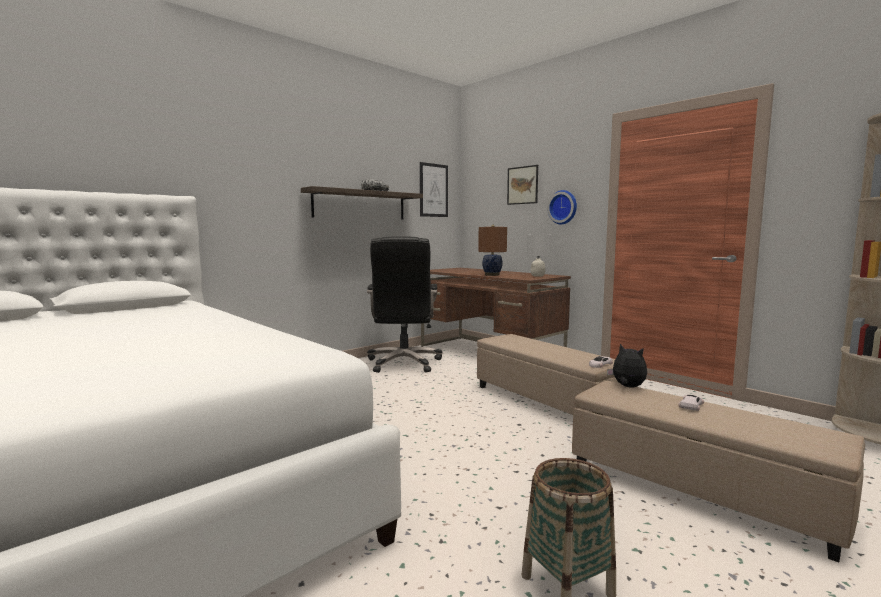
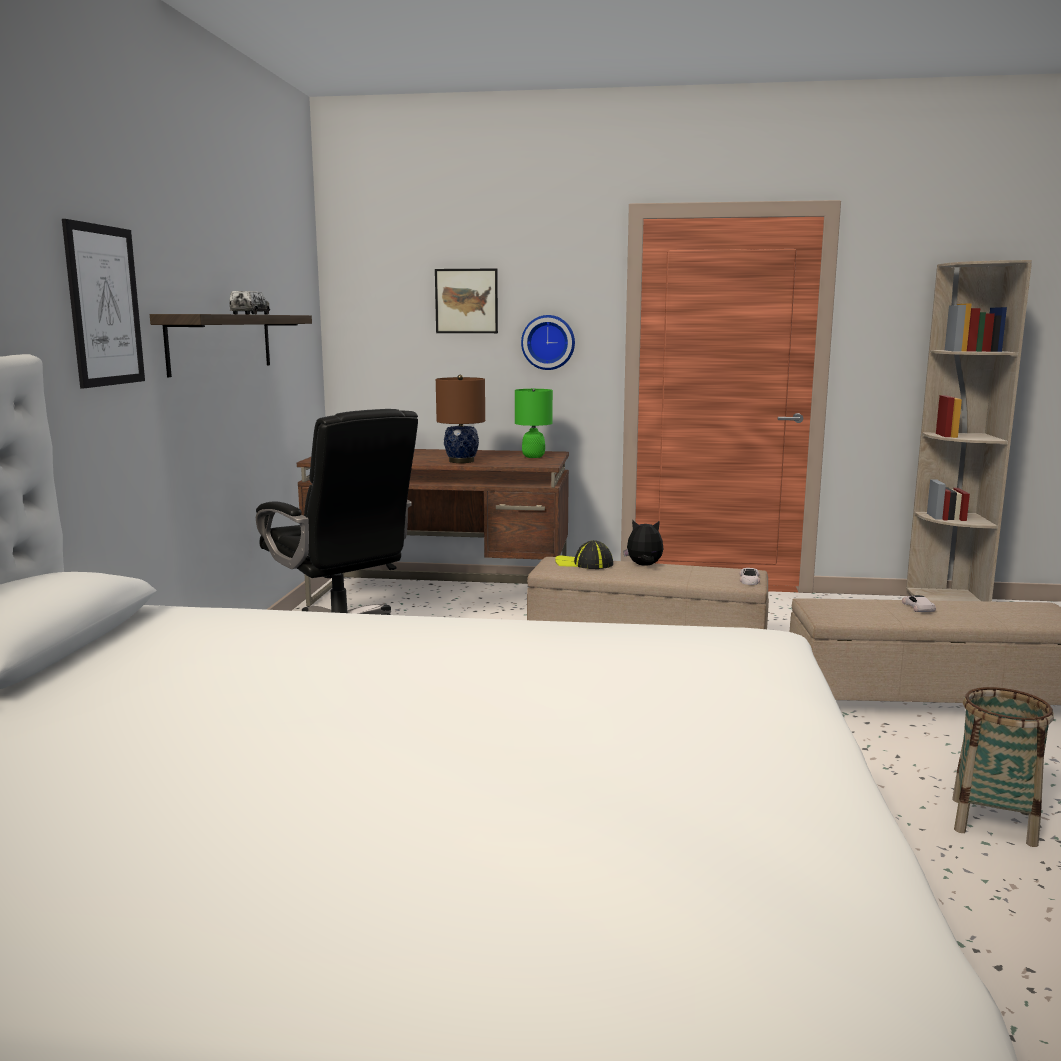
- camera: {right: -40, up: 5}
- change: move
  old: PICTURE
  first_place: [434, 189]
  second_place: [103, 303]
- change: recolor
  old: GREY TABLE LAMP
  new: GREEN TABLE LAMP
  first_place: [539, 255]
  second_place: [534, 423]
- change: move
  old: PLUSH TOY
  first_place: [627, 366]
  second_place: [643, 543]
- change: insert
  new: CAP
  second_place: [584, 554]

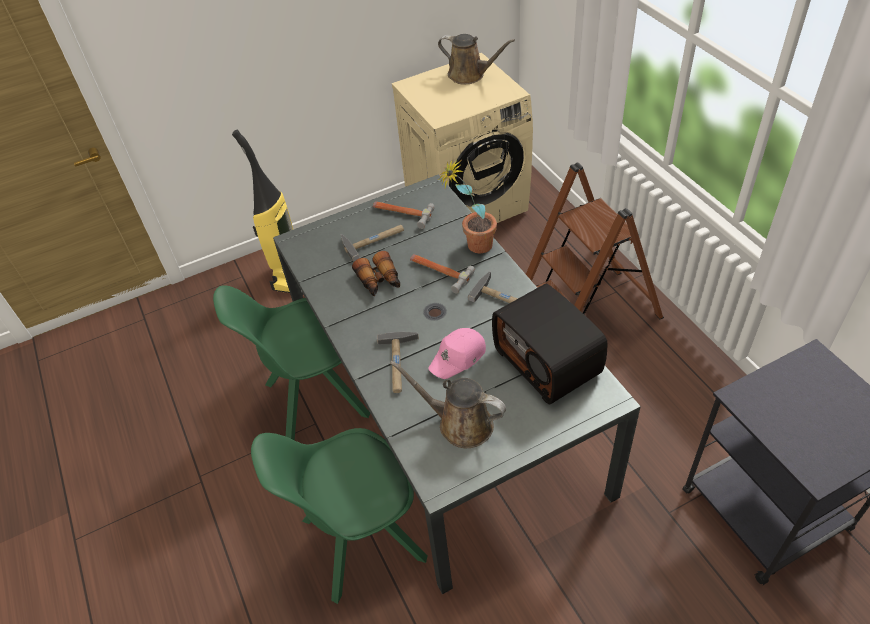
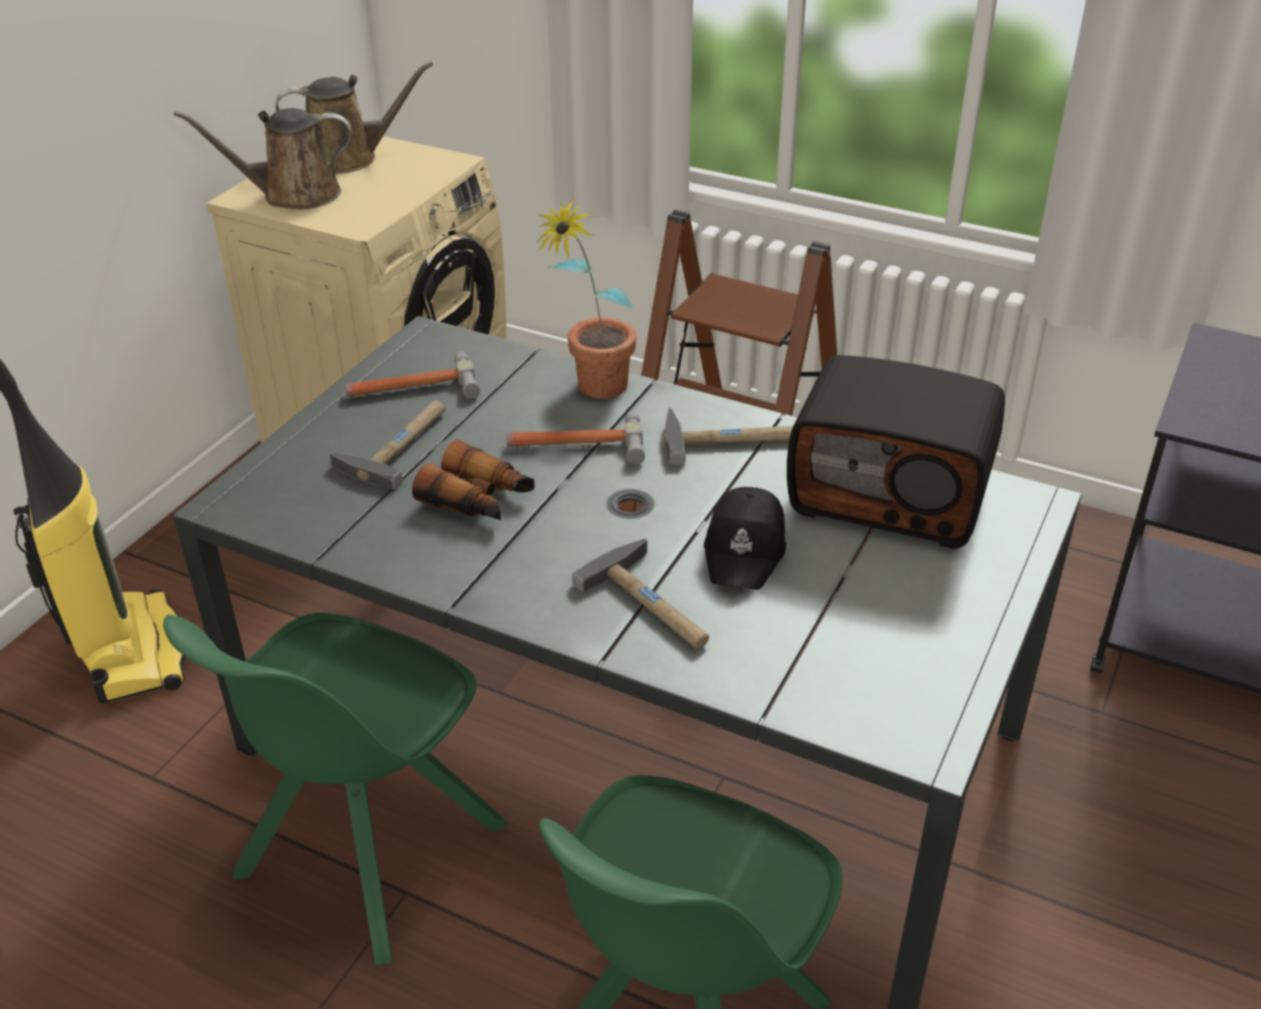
- camera: {right: -40, up: -10}
- change: move
  old: BROWN WATERING CAN
  first_place: [448, 404]
  second_place: [262, 159]
- change: recolor
  old: PINK CAP
  new: BLACK CAP
  first_place: [457, 353]
  second_place: [745, 538]

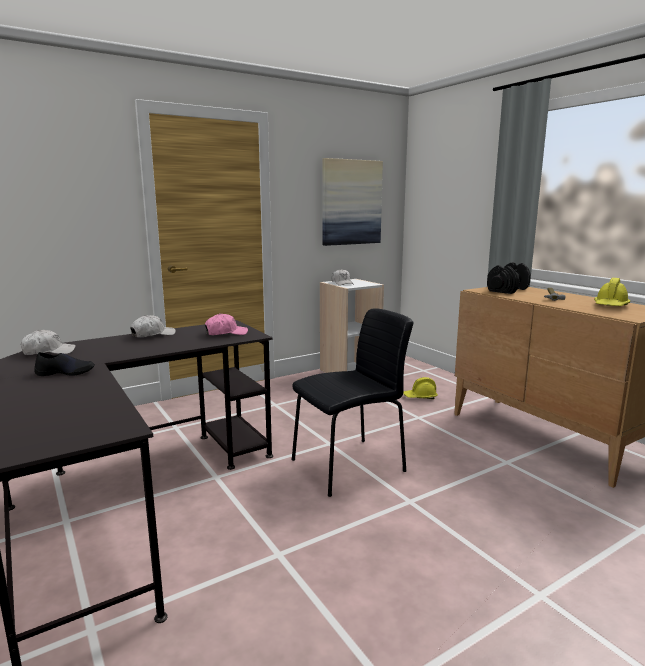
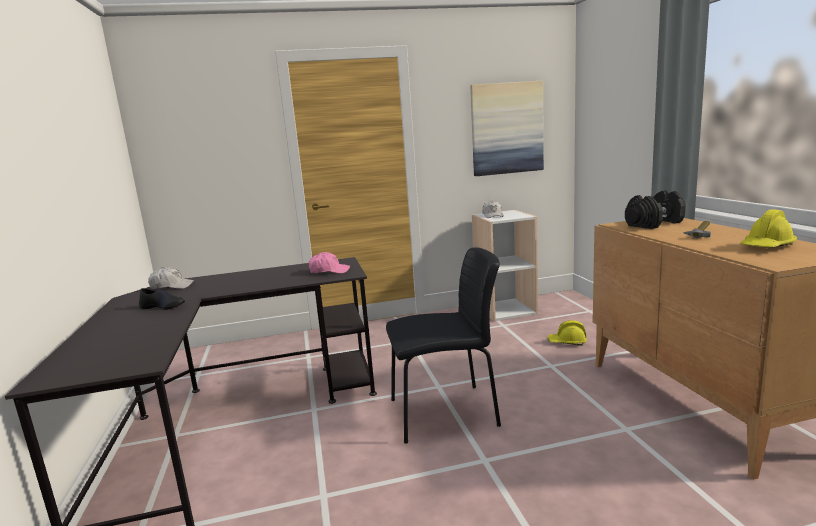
- camera: {right: 20, up: 0}
- change: delete
  old: WHITE CAP
  first_place: [153, 326]

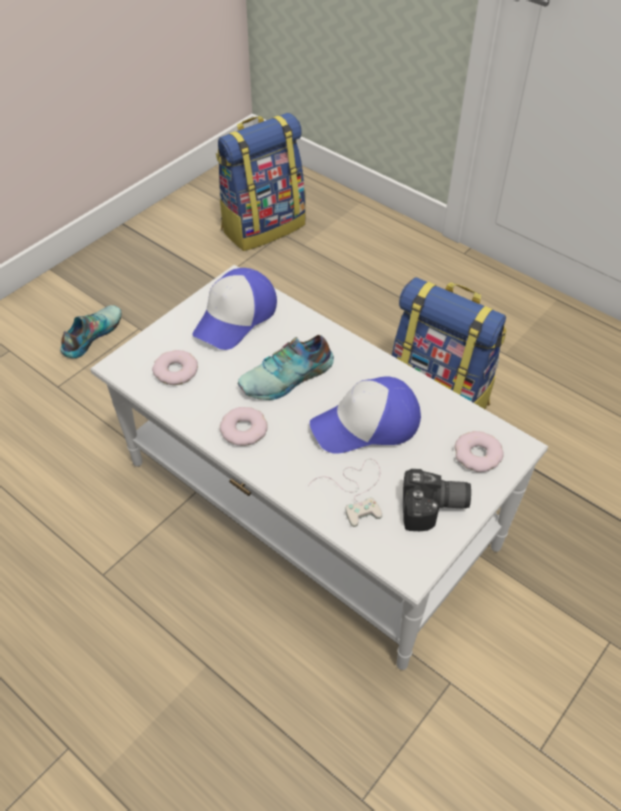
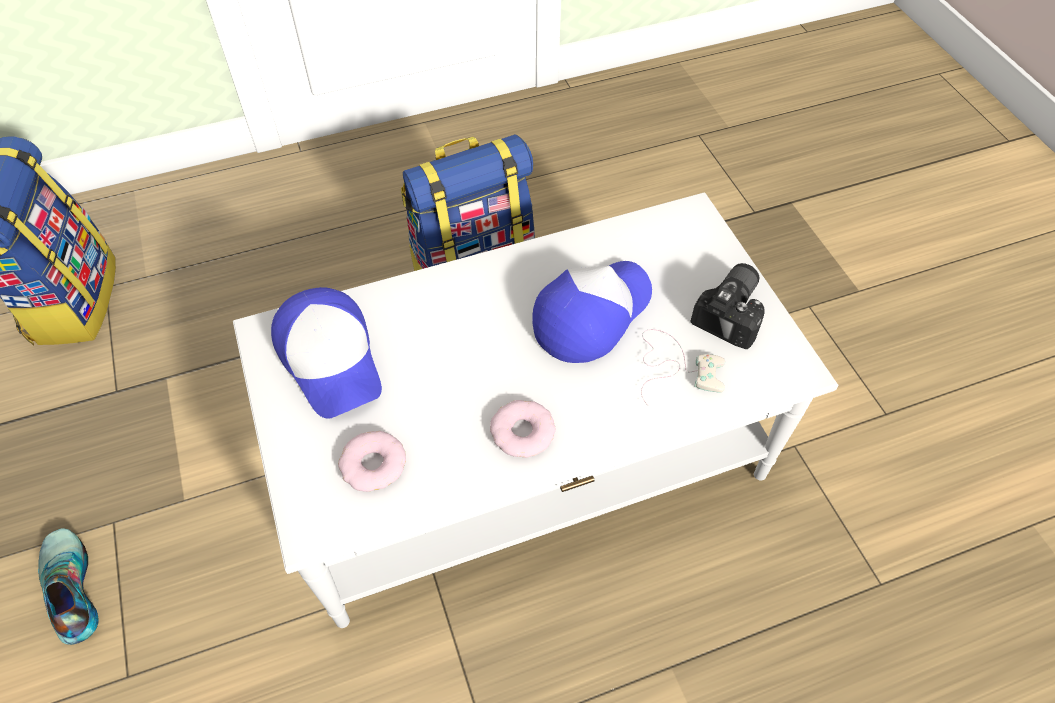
- camera: {right: -60, up: 5}
- change: delete
  old: SHOE
  first_place: [286, 367]
- change: rotate
  old: CAP
  first_place: [365, 415]
  second_place: [592, 312]
  degrees: -150
- change: delete
  old: DONUT
  first_place: [479, 451]

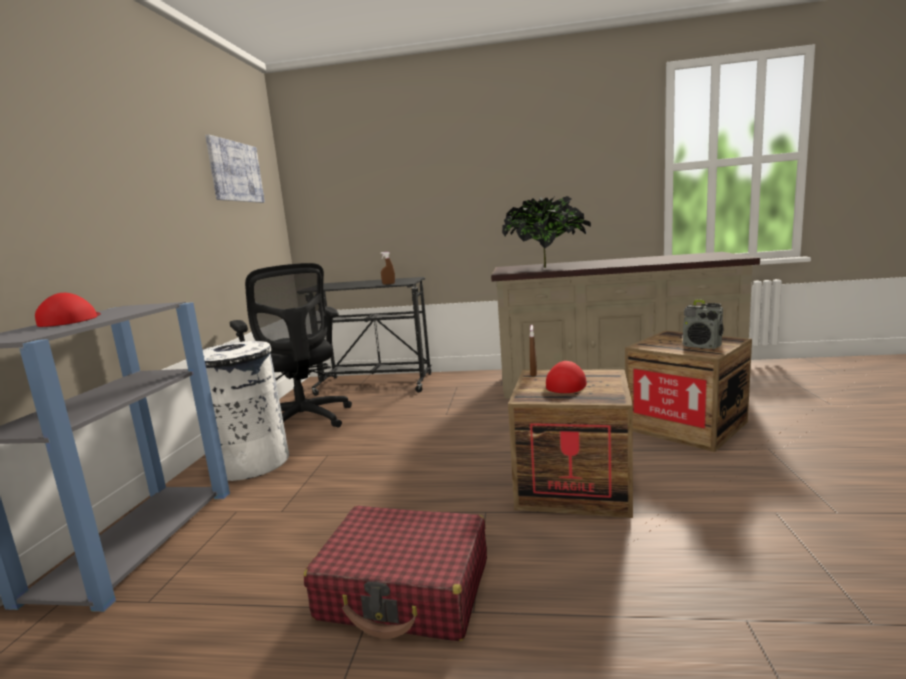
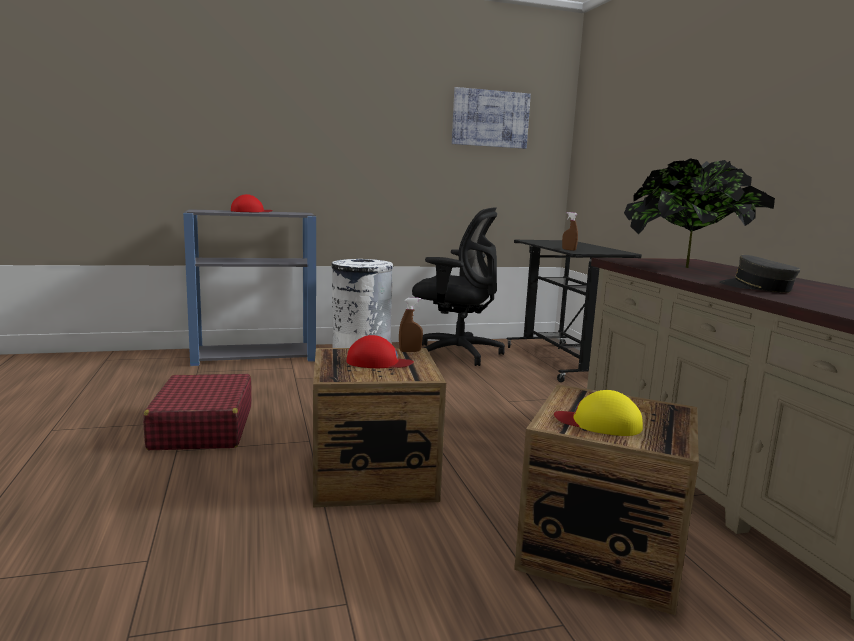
- camera: {right: 65, up: 0}
- change: rotate
  old: BLACK OFFICE CHAIR
  first_place: [291, 345]
  second_place: [458, 286]
  degrees: -105
- change: replace
  old: RADIO
  new: YELLOW CAP
  first_place: [703, 324]
  second_place: [598, 413]
- change: insert
  new: GREY CAP
  second_place: [760, 274]

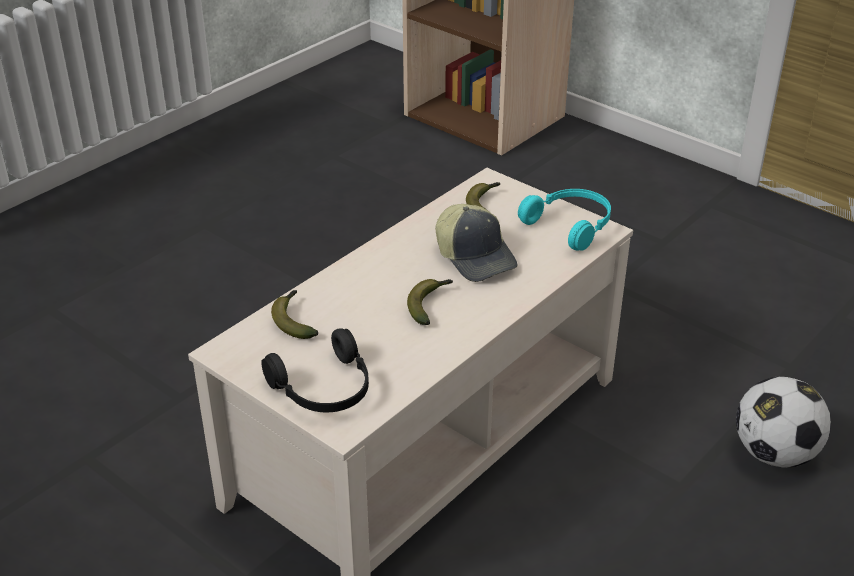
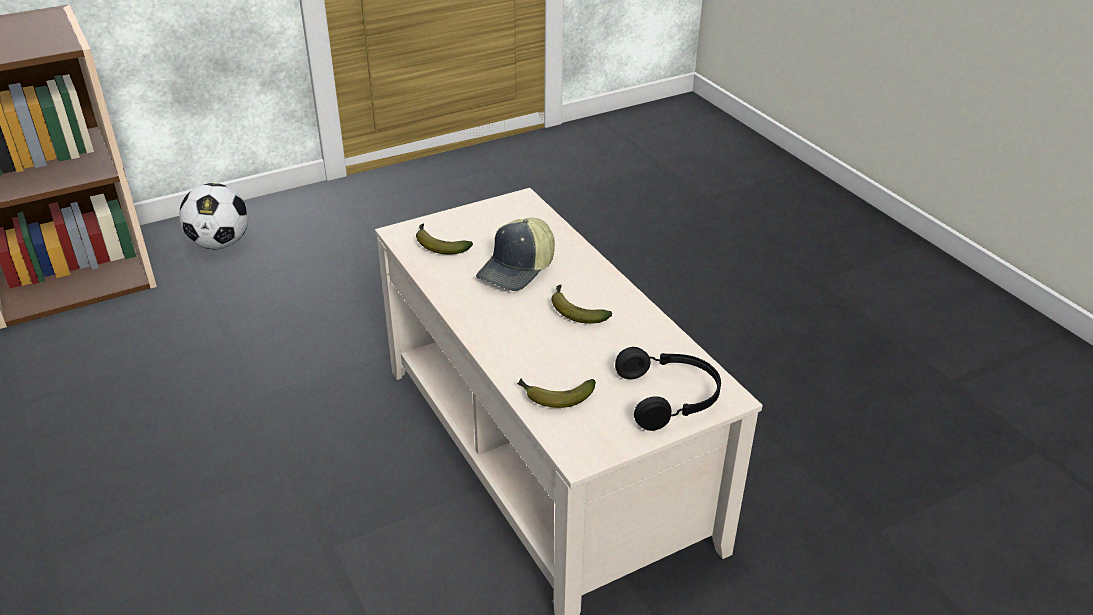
- camera: {right: -70, up: 0}
- change: rotate
  old: CAP
  first_place: [476, 243]
  second_place: [515, 254]
  degrees: 135
- change: delete
  old: TURQUOISE HEADPHONES
  first_place: [564, 220]
- change: move
  old: FOOTBALL
  first_place: [783, 422]
  second_place: [213, 216]

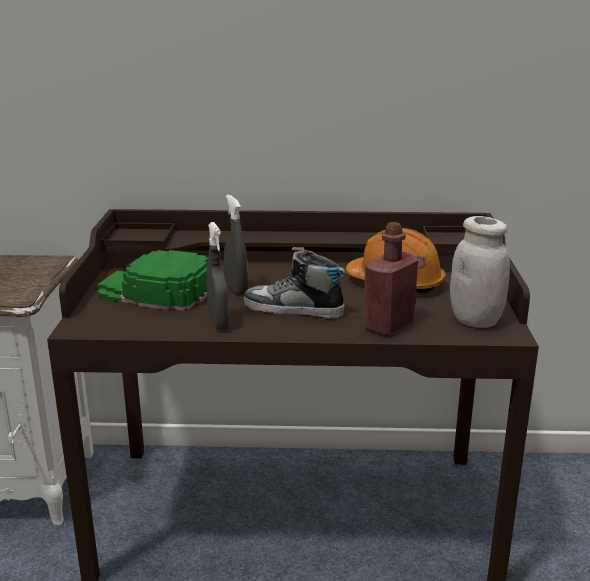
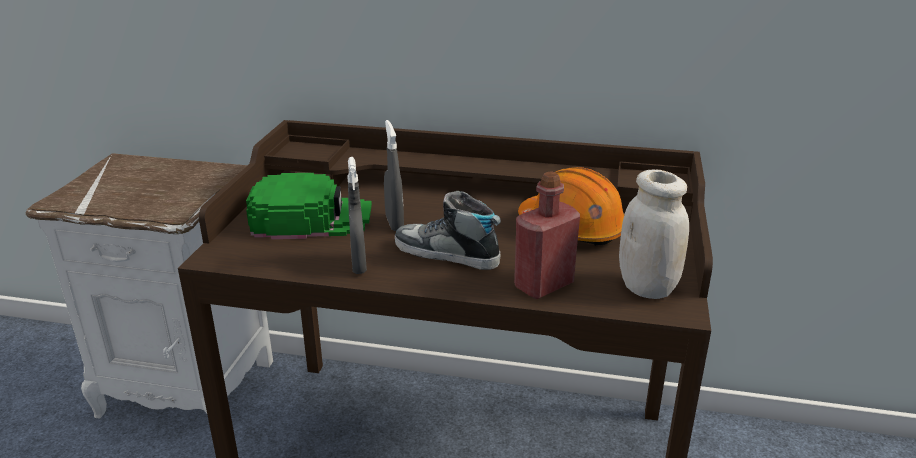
- camera: {right: 10, up: 5}
- change: rotate
  old: GREEN CAP
  first_place: [152, 280]
  second_place: [309, 206]
  degrees: 150

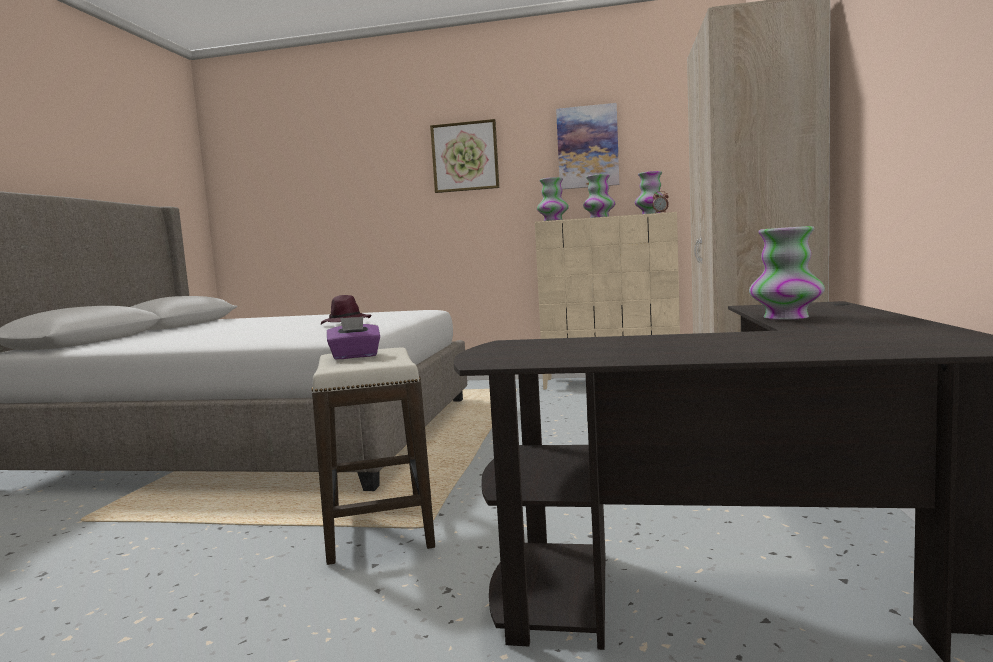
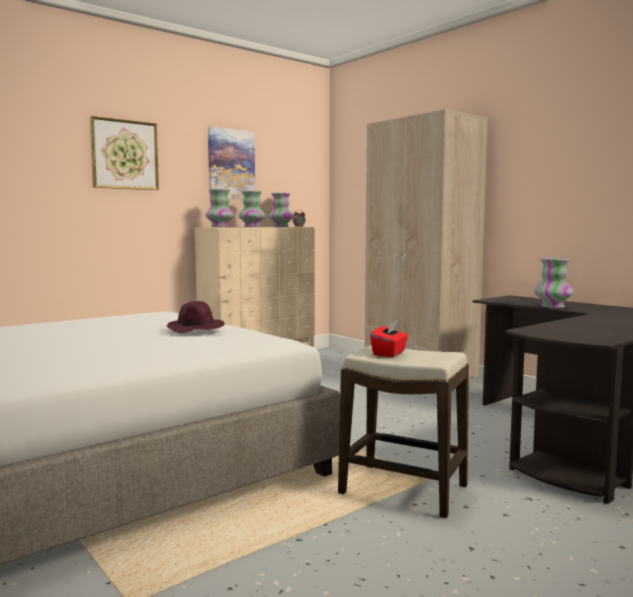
- camera: {right: -50, up: 0}
- change: recolor
  old: PURPLE TISSUE BOX
  new: RED TISSUE BOX
  first_place: [353, 337]
  second_place: [389, 338]

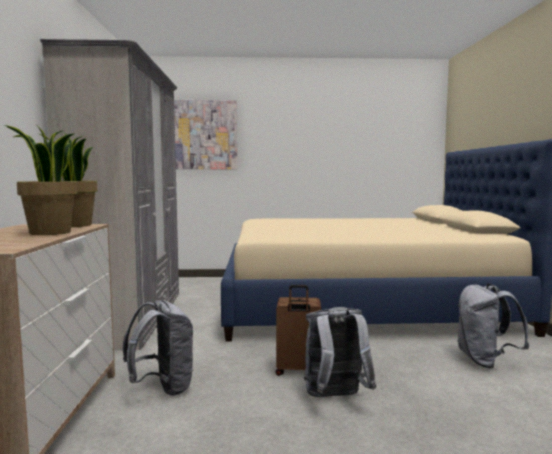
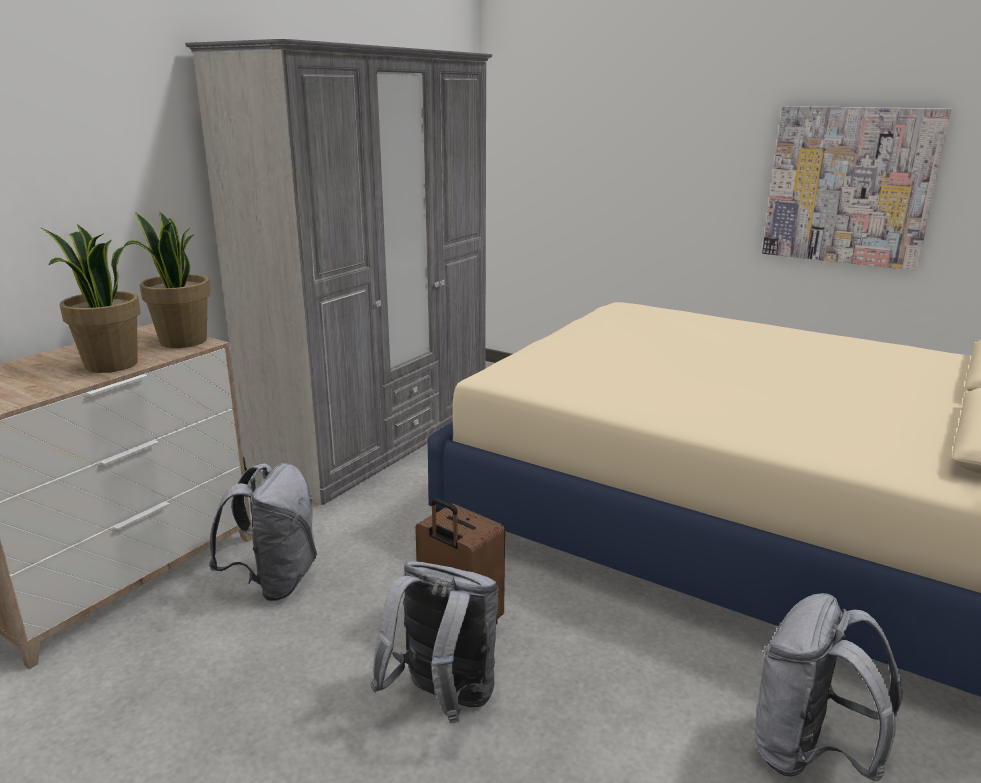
- camera: {right: 35, up: 15}
- change: move
  old: PICTURE
  first_place: [205, 134]
  second_place: [857, 188]

